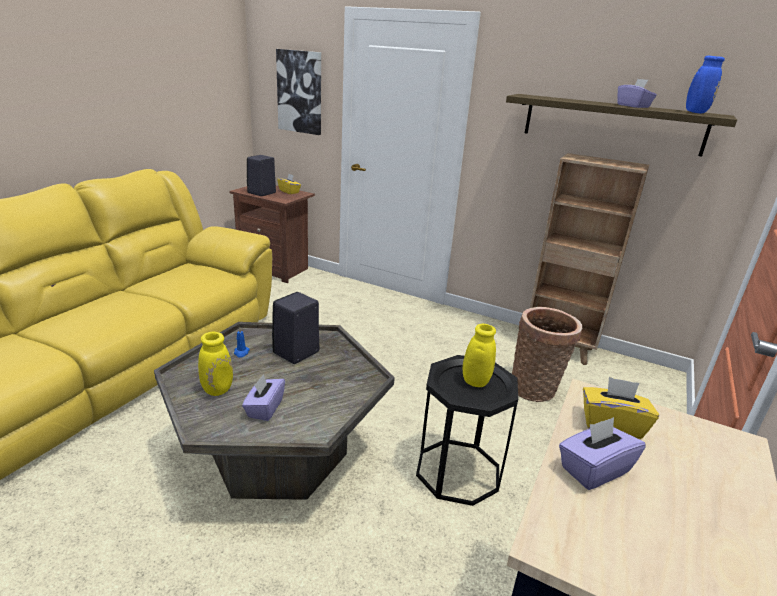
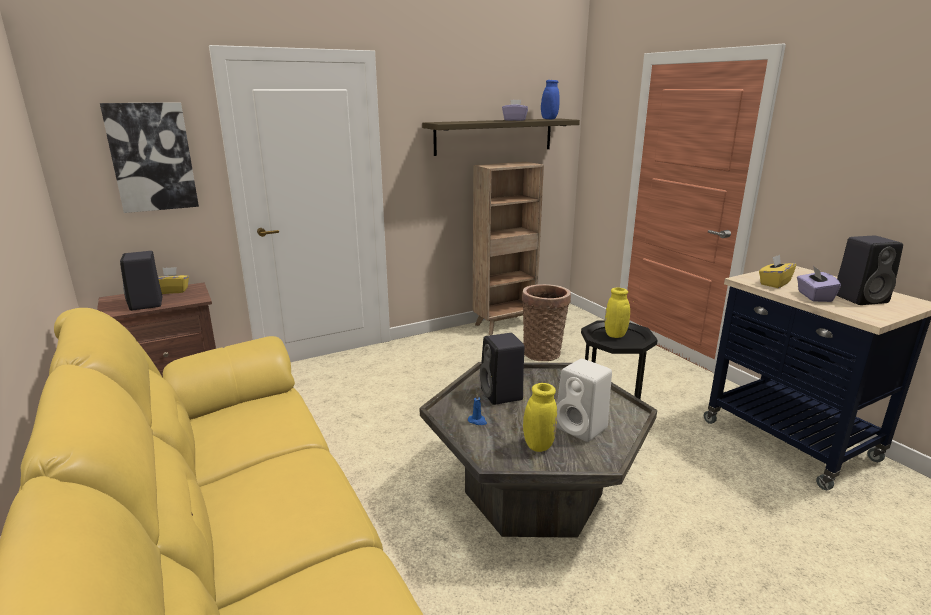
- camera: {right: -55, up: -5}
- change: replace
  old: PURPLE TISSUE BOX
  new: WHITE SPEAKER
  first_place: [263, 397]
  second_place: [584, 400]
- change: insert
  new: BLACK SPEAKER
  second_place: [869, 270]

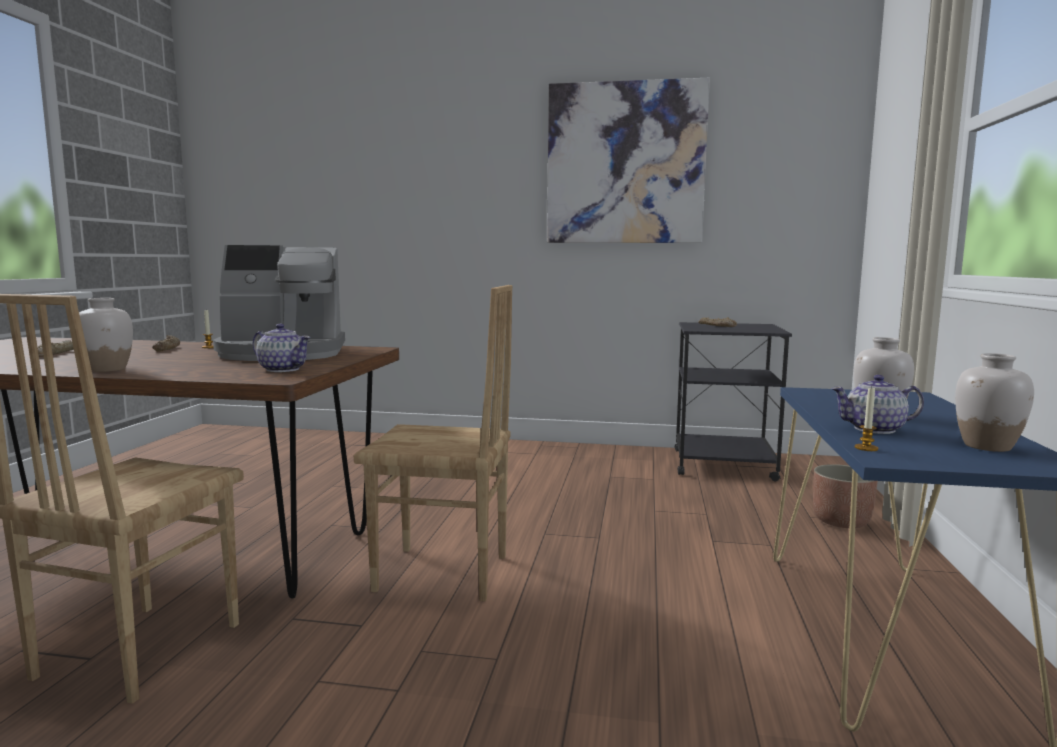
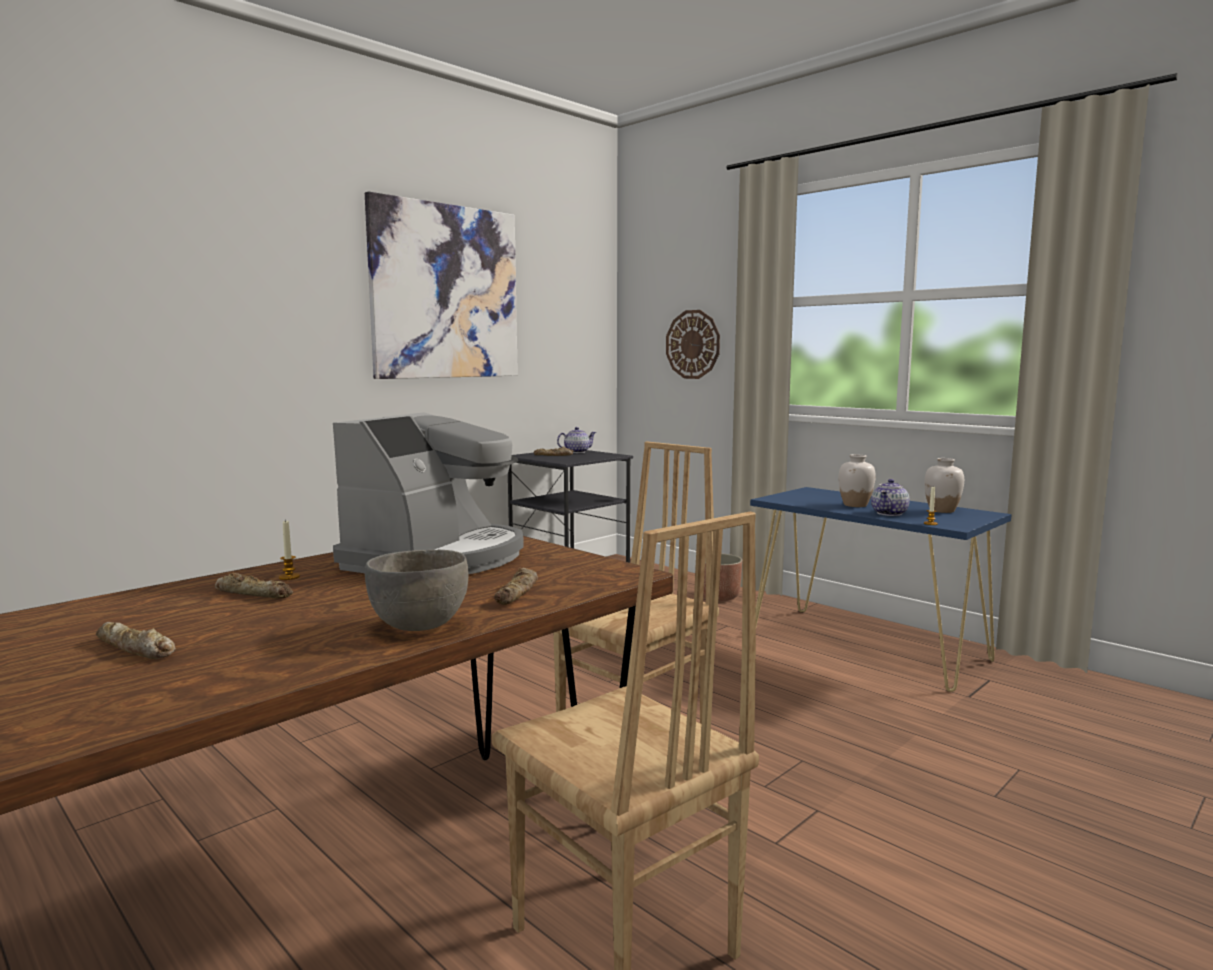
- camera: {right: -55, up: 0}
- change: replace
  old: WHITE VASE
  new: GREY BOWL
  first_place: [106, 335]
  second_place: [416, 590]
- change: move
  old: TEAPOT
  first_place: [282, 348]
  second_place: [576, 440]
- change: insert
  new: BREAD
  second_place: [516, 586]
- change: insert
  new: WALL CLOCK
  second_place: [693, 344]

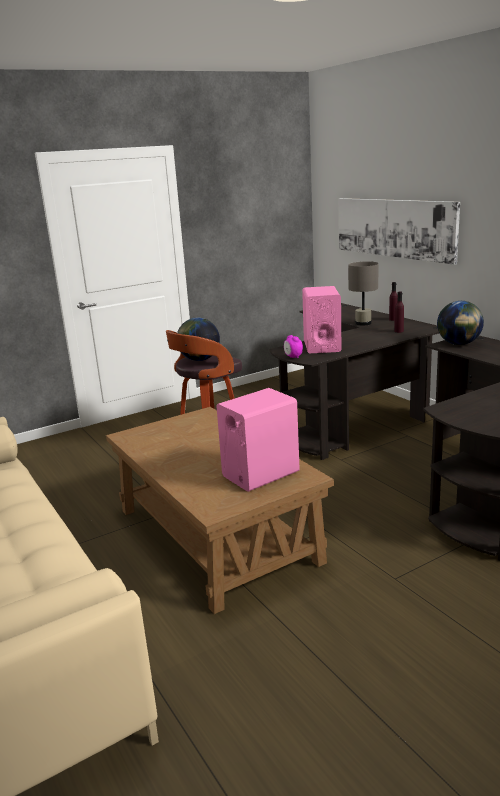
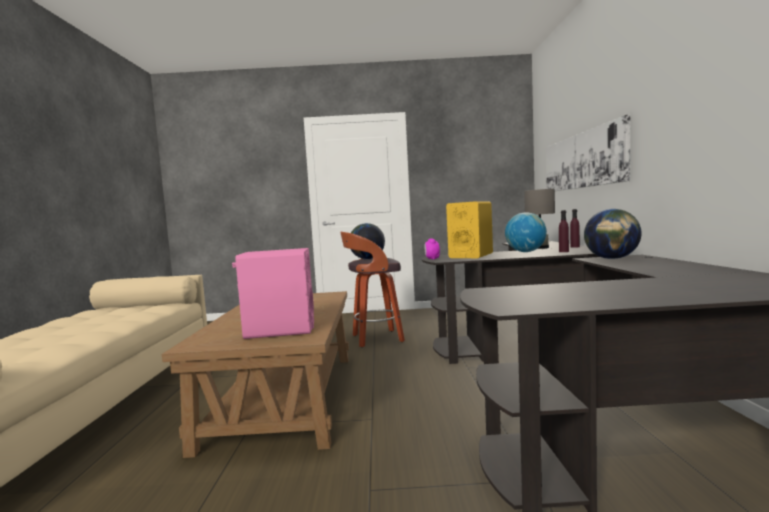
- camera: {right: 30, up: -15}
- change: recolor
  old: PINK SPEAKER
  new: YELLOW SPEAKER
  first_place: [321, 319]
  second_place: [469, 229]
- change: insert
  new: GLOBE
  second_place: [526, 232]

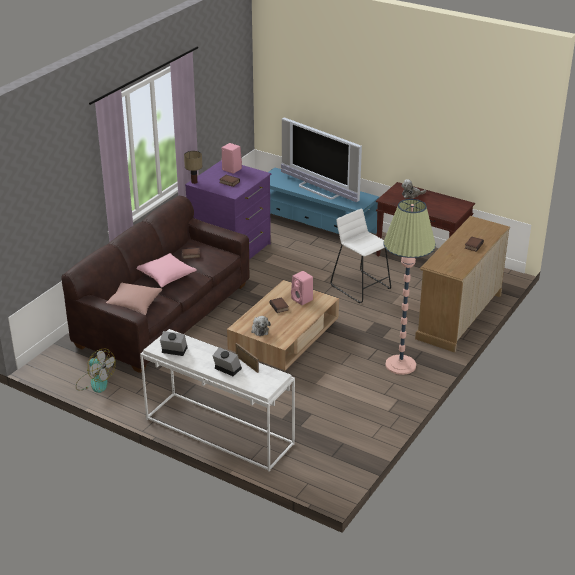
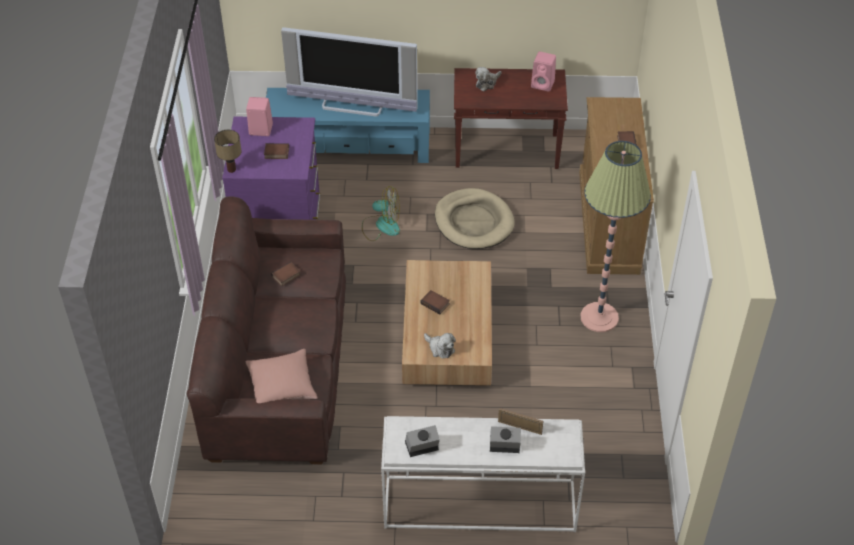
- camera: {right: -30, up: 15}
- change: move
  old: FAN
  first_place: [96, 370]
  second_place: [381, 213]
- change: delete
  old: PINK PILLOW
  first_place: [167, 270]
- change: move
  old: PINK SPEAKER
  first_place: [302, 288]
  second_place: [543, 72]
- change: replace
  old: WHITE STOOL
  new: BEIGE DOG BED
  first_place: [361, 255]
  second_place: [475, 218]

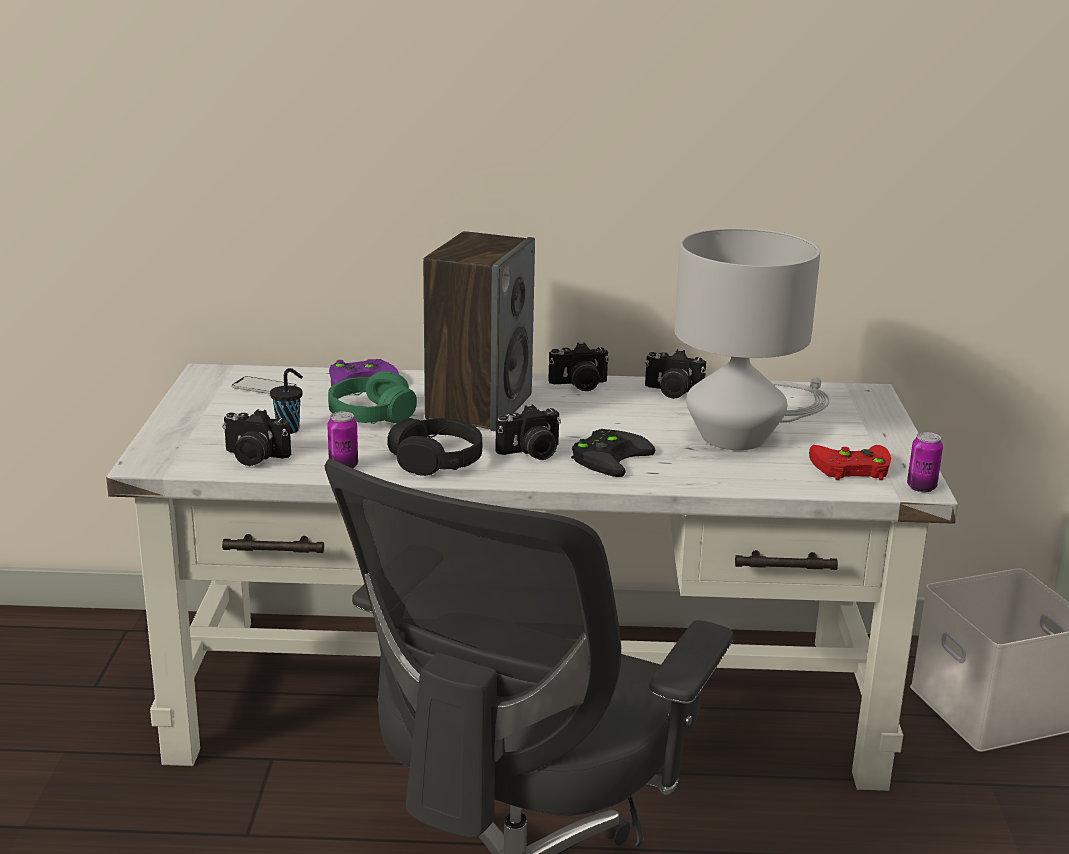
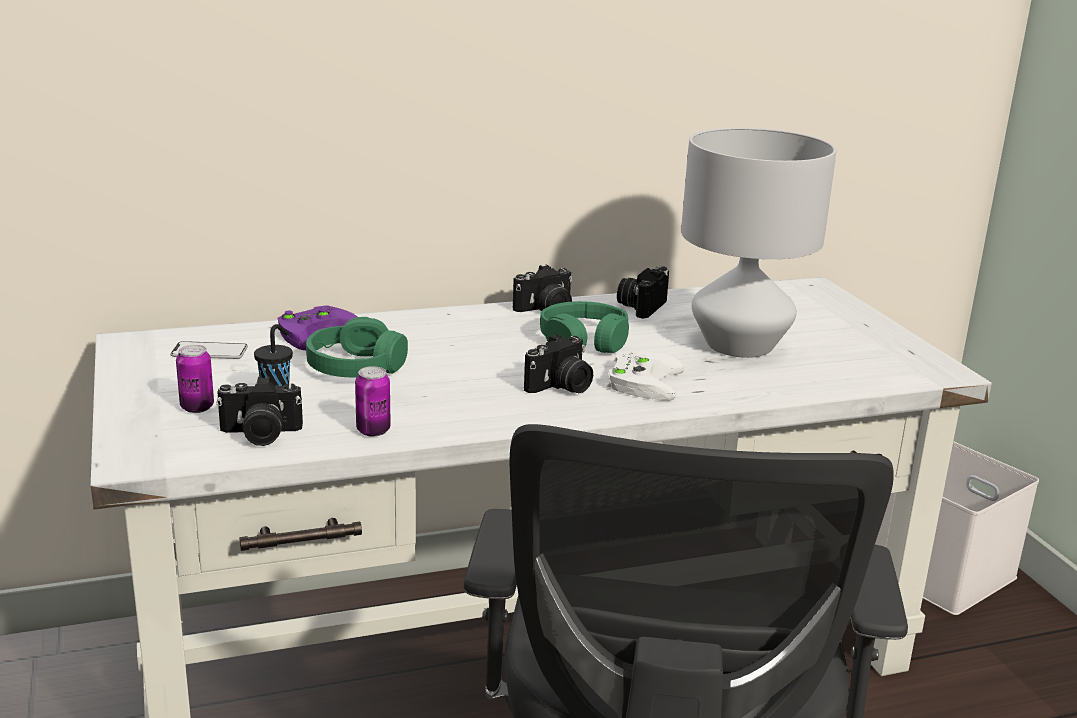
- camera: {right: -20, up: 0}
- change: delete
  old: BLACK HEADPHONES
  first_place: [435, 447]
- change: delete
  old: SPEAKER
  first_place: [479, 331]
- change: recolor
  old: BLACK GAME CONTROLLER
  new: WHITE GAME CONTROLLER
  first_place: [613, 453]
  second_place: [645, 376]
- change: rotate
  old: PHOTO CAMERA
  first_place: [675, 374]
  second_place: [643, 292]
  degrees: 120
- change: delete
  old: RED GAME CONTROLLER
  first_place: [850, 462]
- change: move
  old: CAN
  first_place: [925, 462]
  second_place: [195, 379]
- change: insert
  new: GREEN HEADPHONES
  second_place: [584, 327]

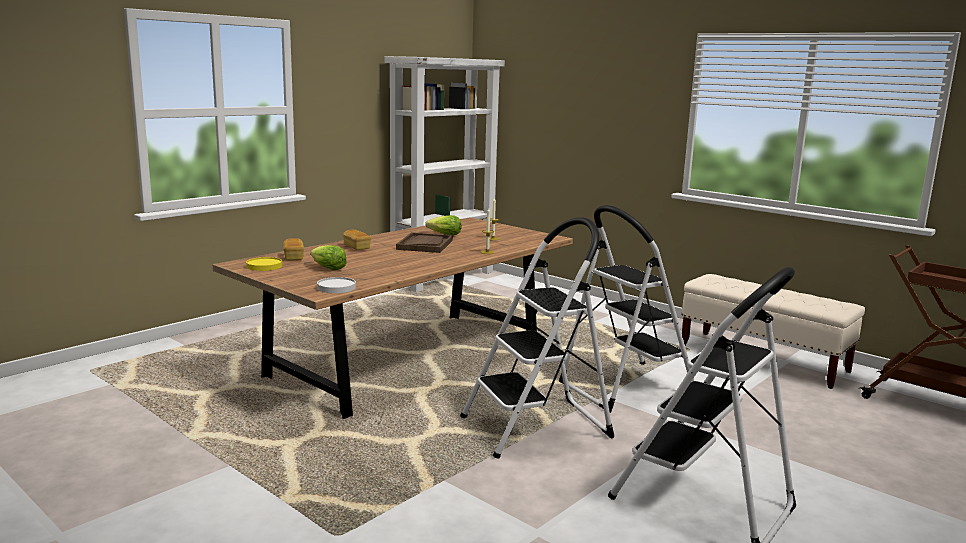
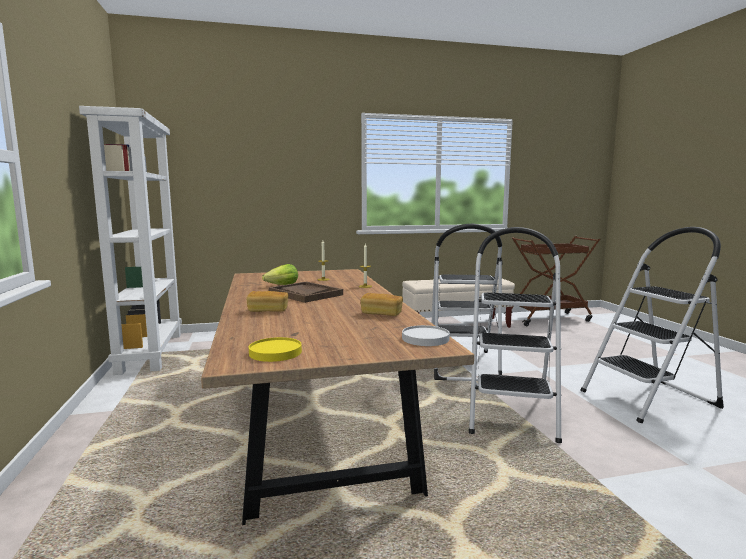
- camera: {right: -55, up: -5}
- change: move
  old: BREAD
  first_place: [293, 249]
  second_place: [381, 304]
- change: delete
  old: LETTUCE
  first_place: [328, 257]

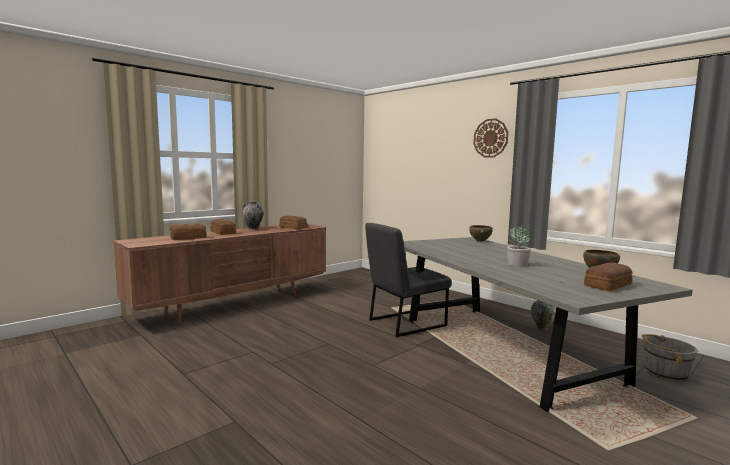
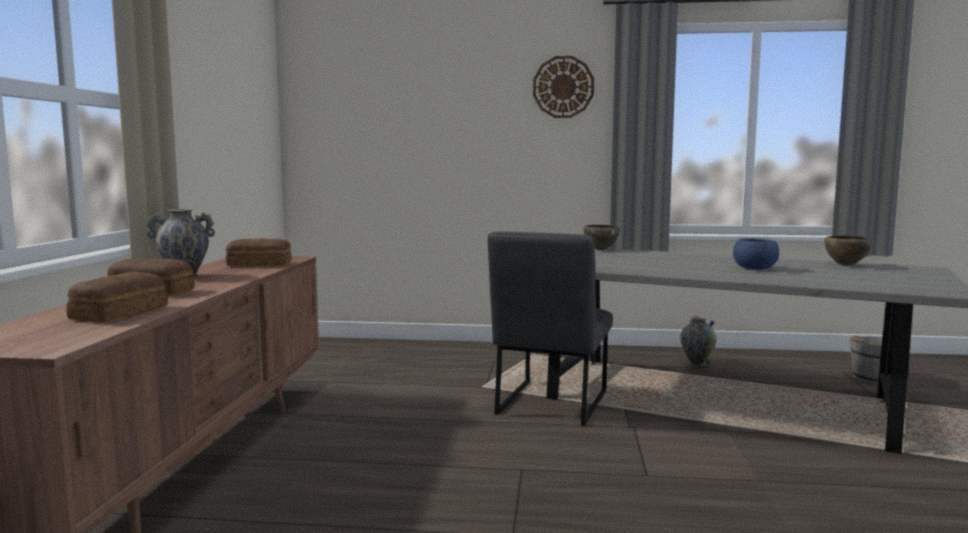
- camera: {right: -40, up: 0}
- change: replace
  old: POTTED PLANT
  new: BLUE BOWL
  first_place: [519, 246]
  second_place: [756, 254]
- change: delete
  old: BREAD
  first_place: [608, 276]

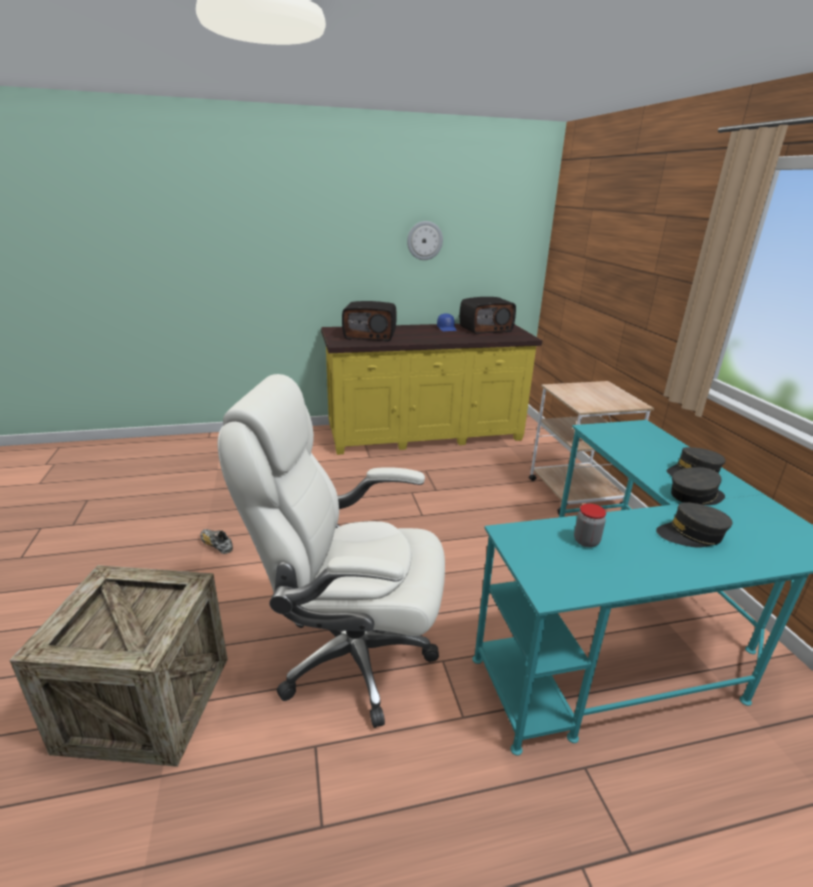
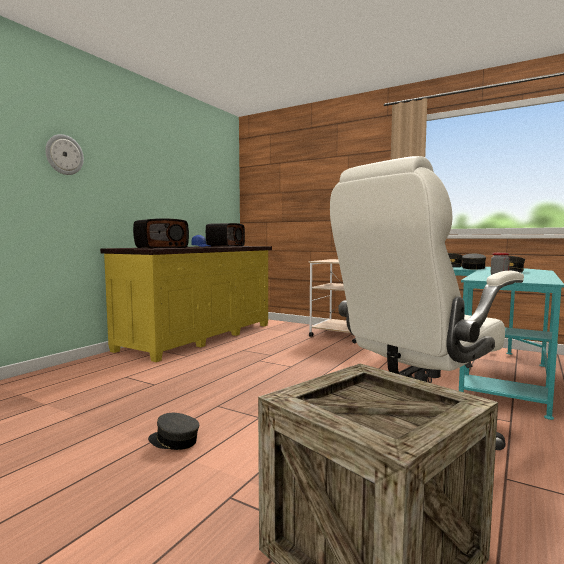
- camera: {right: -45, up: -20}
- change: replace
  old: SHOE
  new: GREY CAP
  first_place: [216, 541]
  second_place: [173, 431]
- change: move
  old: WALL CLOCK
  first_place: [425, 240]
  second_place: [64, 154]

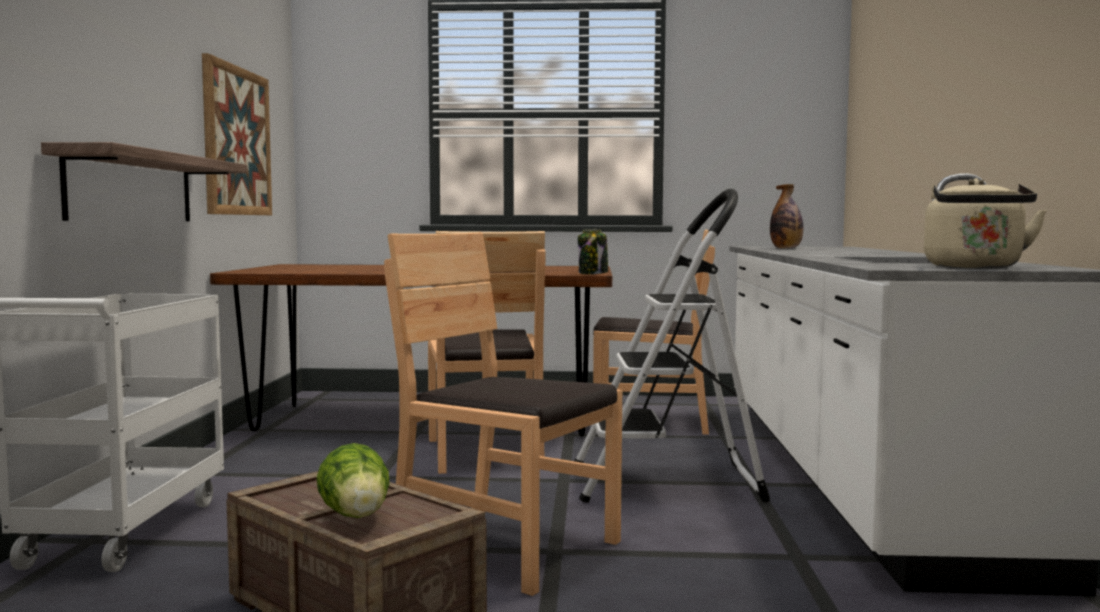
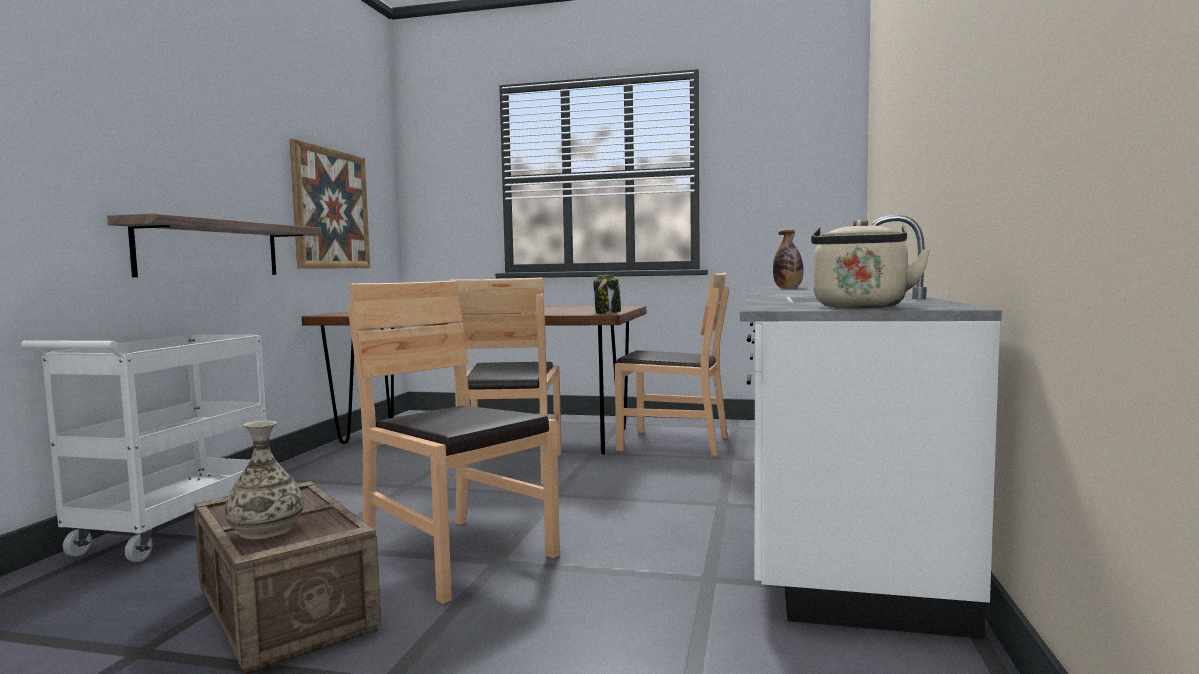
- camera: {right: 10, up: 0}
- change: replace
  old: LETTUCE
  new: VASE
  first_place: [353, 480]
  second_place: [264, 480]
- change: delete
  old: STEP LADDER
  first_place: [672, 346]

